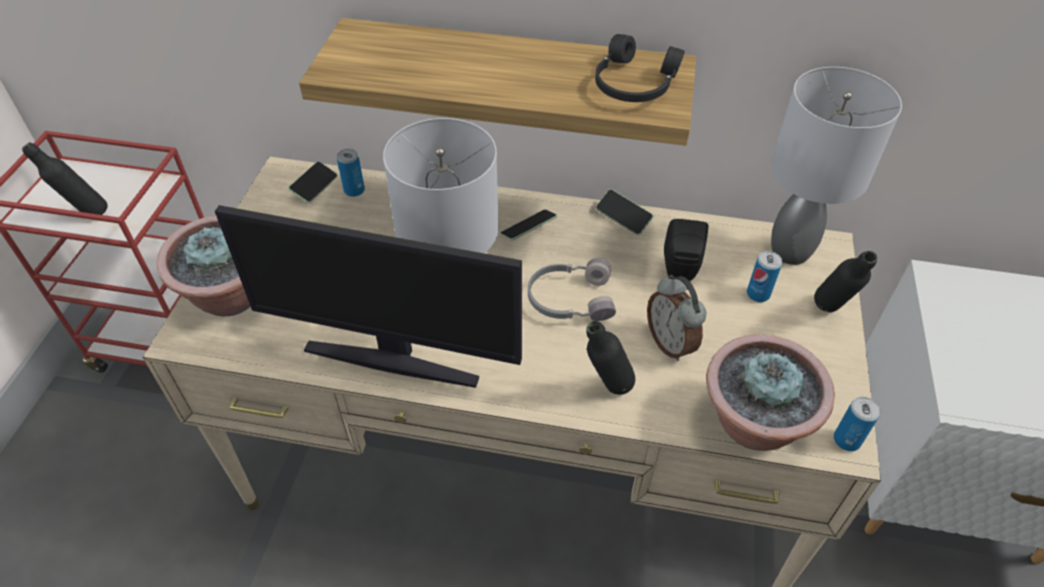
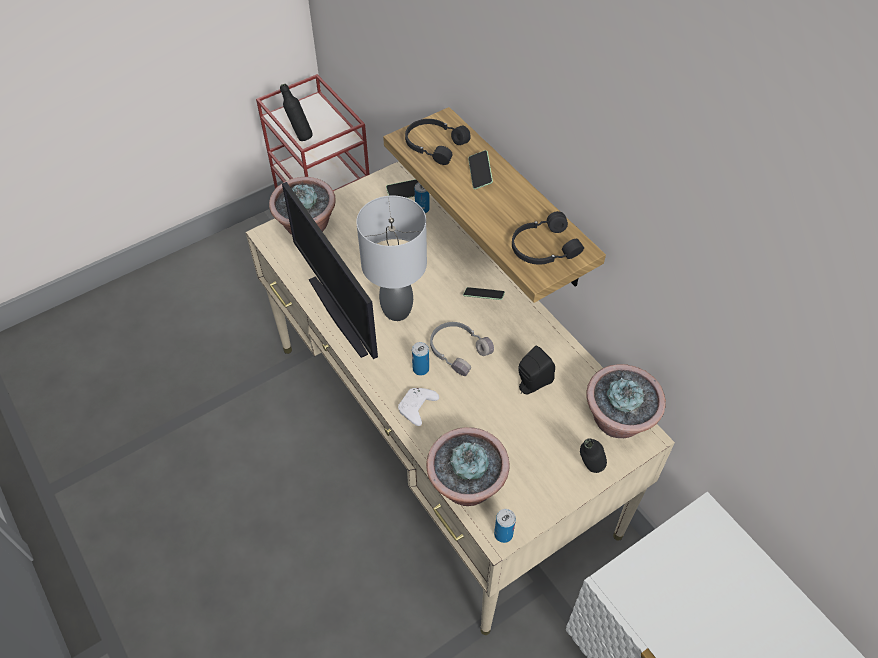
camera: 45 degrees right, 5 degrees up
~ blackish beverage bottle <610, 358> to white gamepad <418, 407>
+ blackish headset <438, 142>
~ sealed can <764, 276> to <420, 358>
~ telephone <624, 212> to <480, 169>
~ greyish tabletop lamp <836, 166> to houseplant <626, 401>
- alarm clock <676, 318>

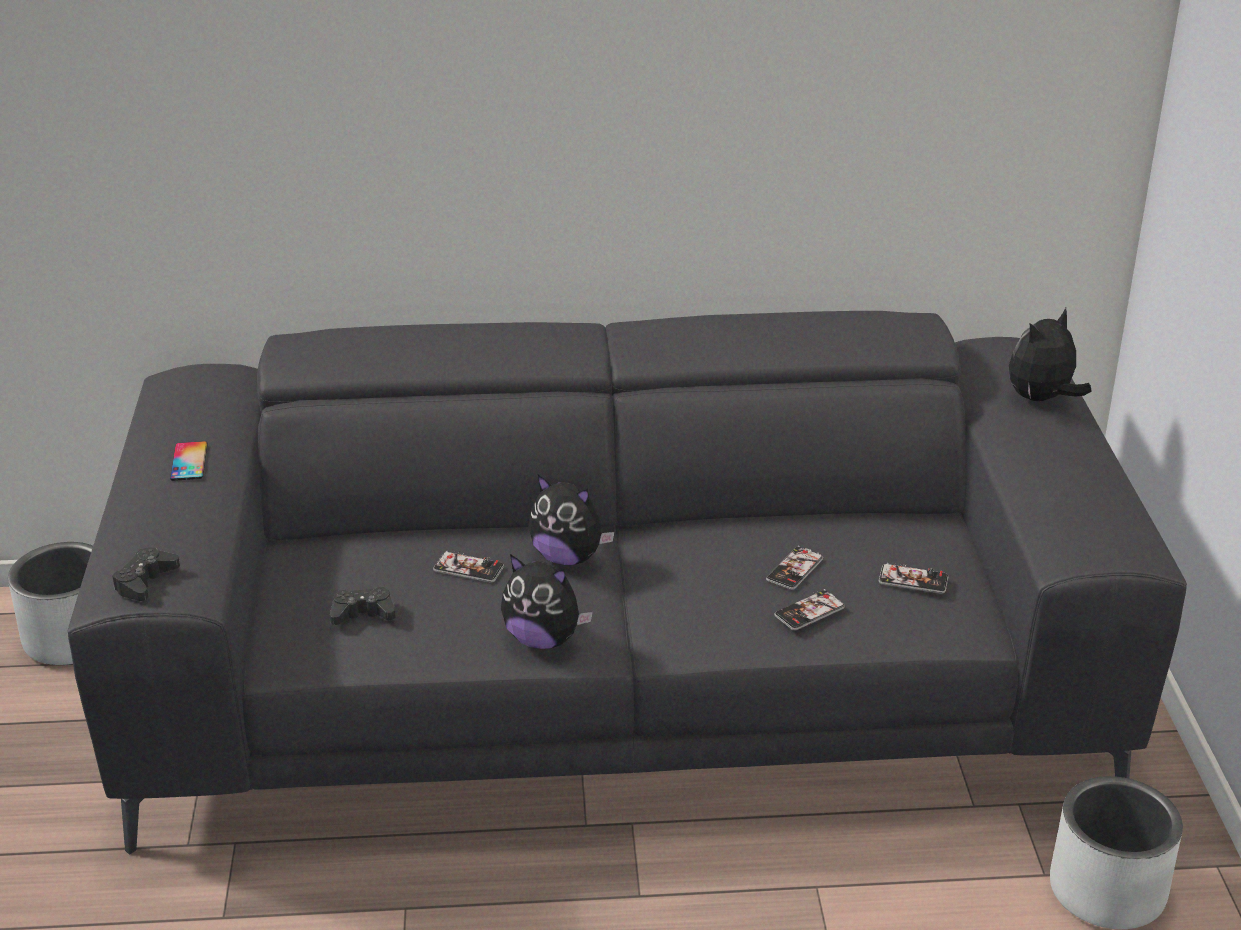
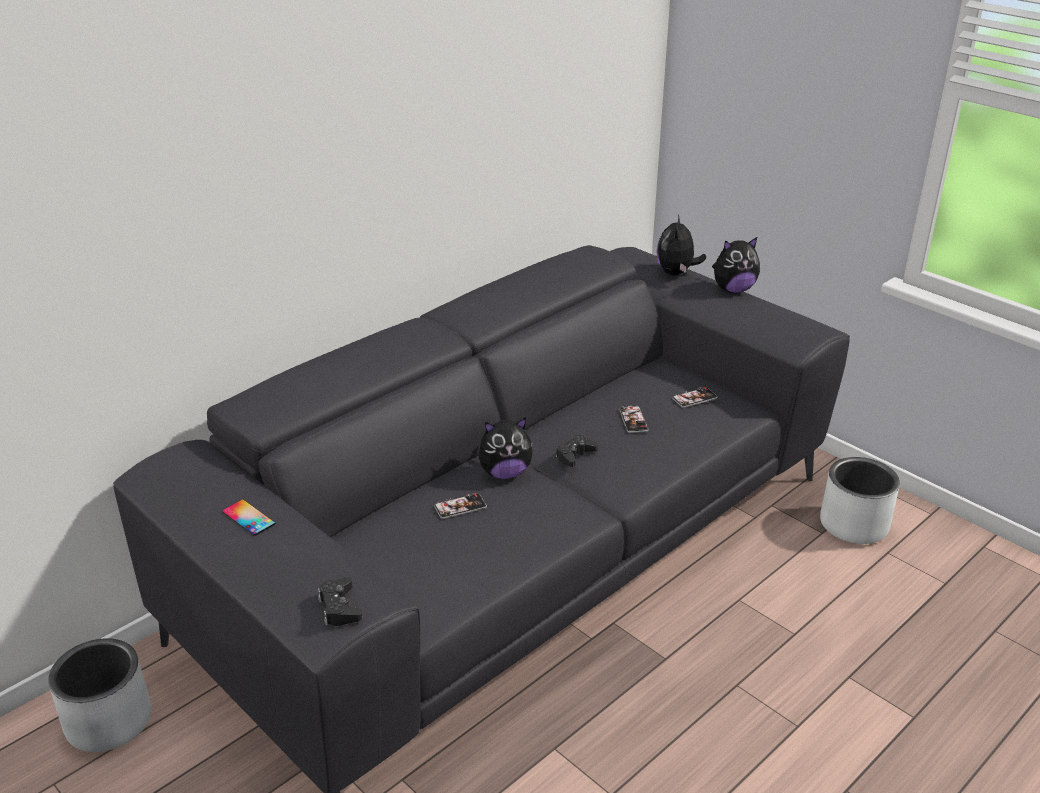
camera: 40 degrees left, 0 degrees up
~ blackish gamepad <363, 606> to <577, 451>
~ soft toy <547, 601> to <736, 264>
- telephone <809, 610>

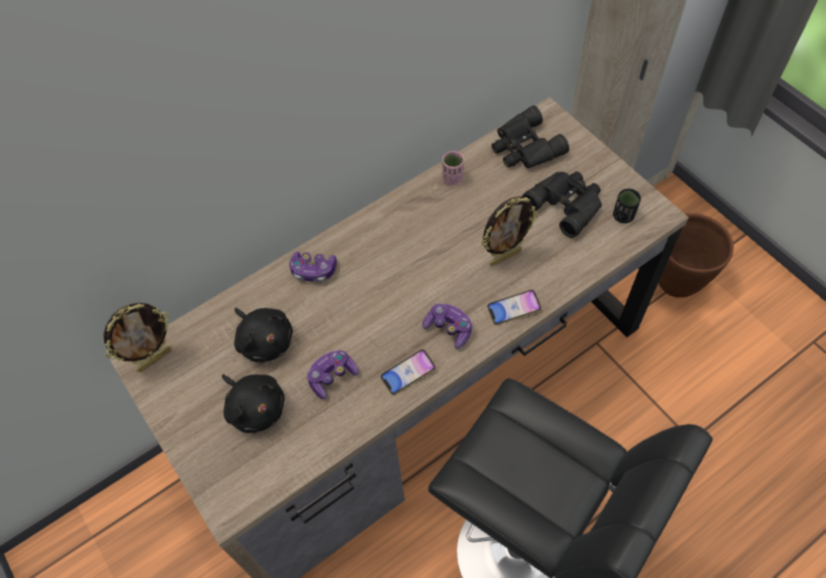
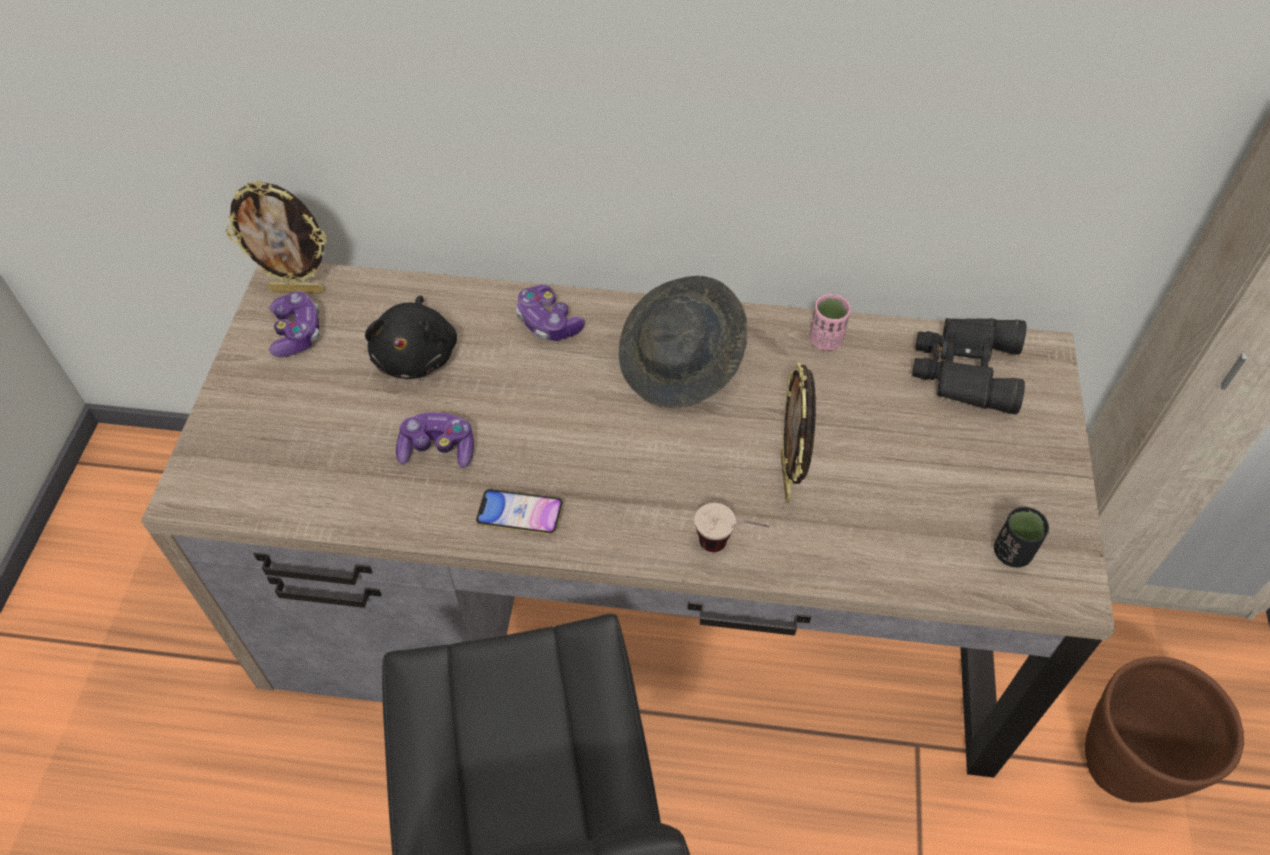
camera: 40 degrees right, 5 degrees down
~ gamepad <447, 326> to <294, 324>
+ greyish wearable hat <683, 342>
~ telephone <514, 307> to drinking cup <731, 527>
~ picture frame <509, 231> = <798, 432> 75 degrees clockwise
- blackish soft toy <253, 403>
- blackish pair of binoculars <562, 204>

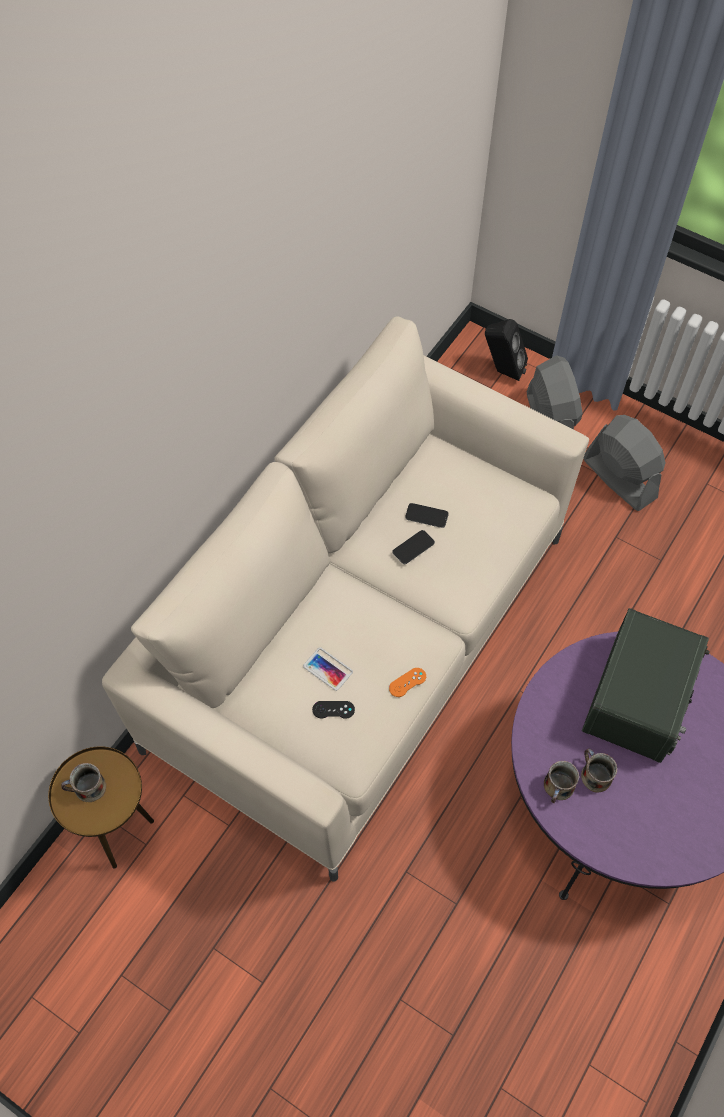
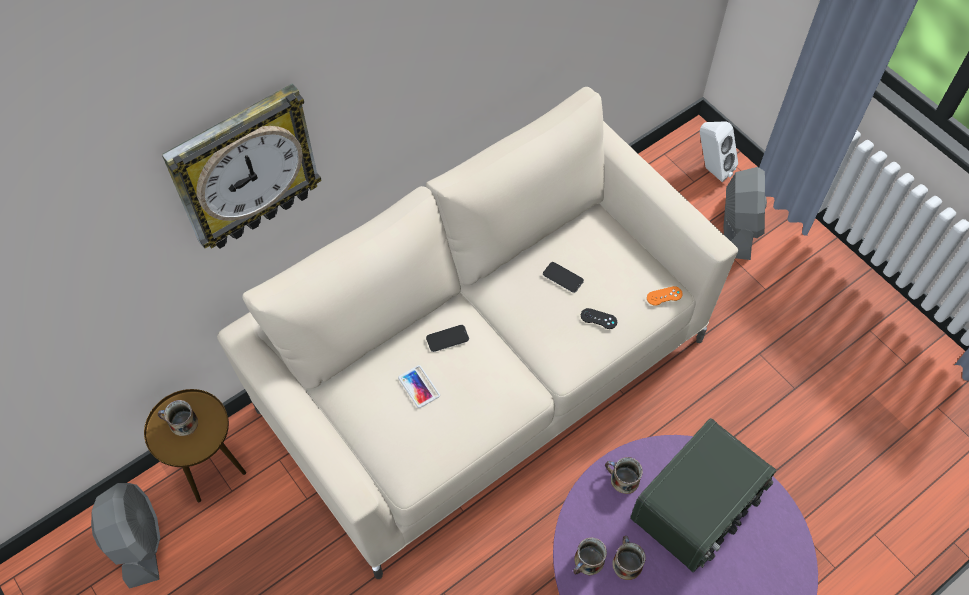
camera: 20 degrees right, 0 degrees up
~ greyish electric fan <624, 463> to <125, 536>
+ hanging clock <242, 166>
~ telephone <413, 547> to <447, 338>
~ blackish gamepad <333, 710> to <599, 318>
+ coffee mug <624, 475>
~ orange-coloured gamepad <407, 682> to <665, 296>
~ blackish loudspeaker <506, 350> to white loudspeaker <719, 152>

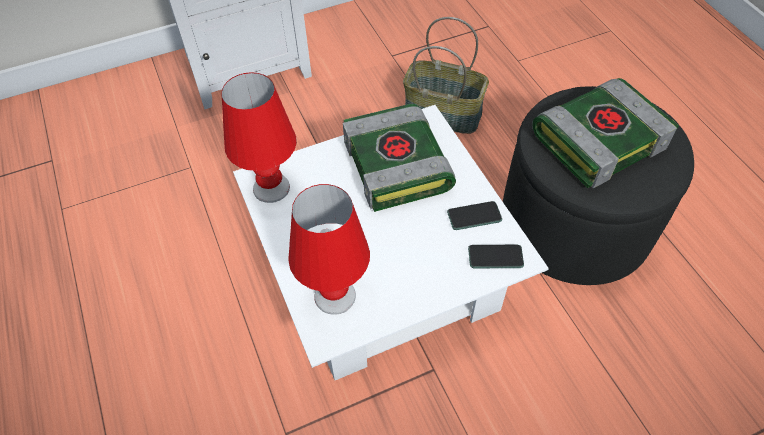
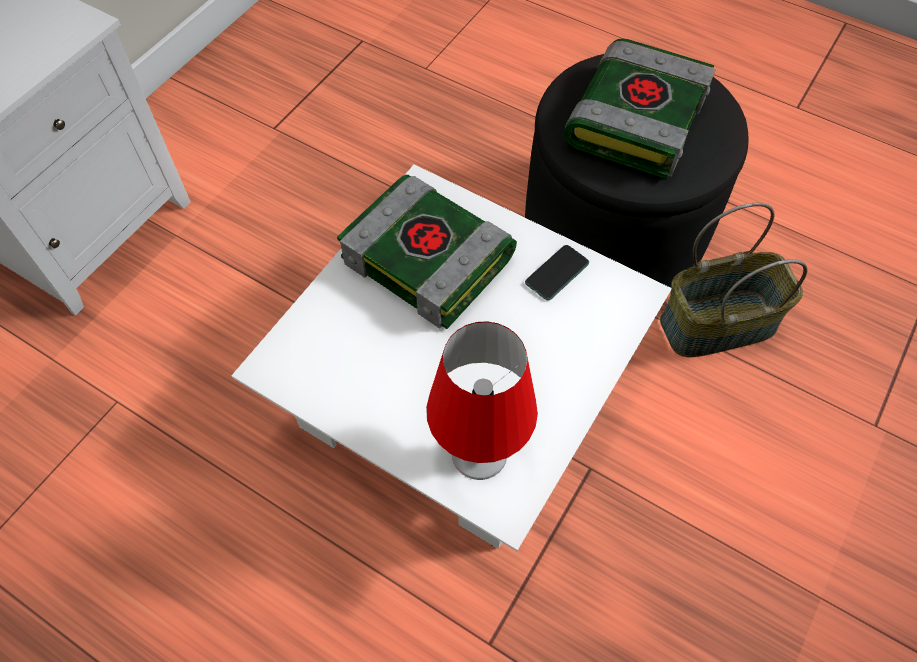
camera: 35 degrees left, 5 degrees up
~ basket <446, 75> to <734, 279>
- red-coloured tabletop lamp <259, 137>
- telephone <496, 256>

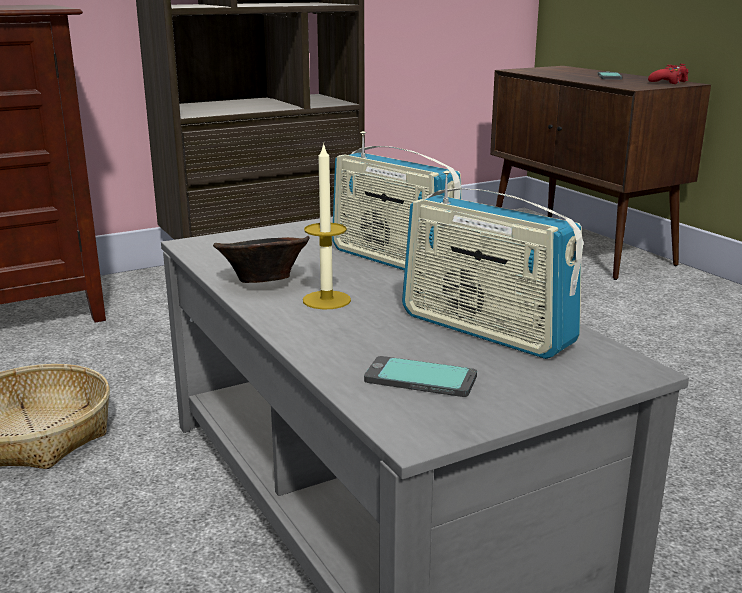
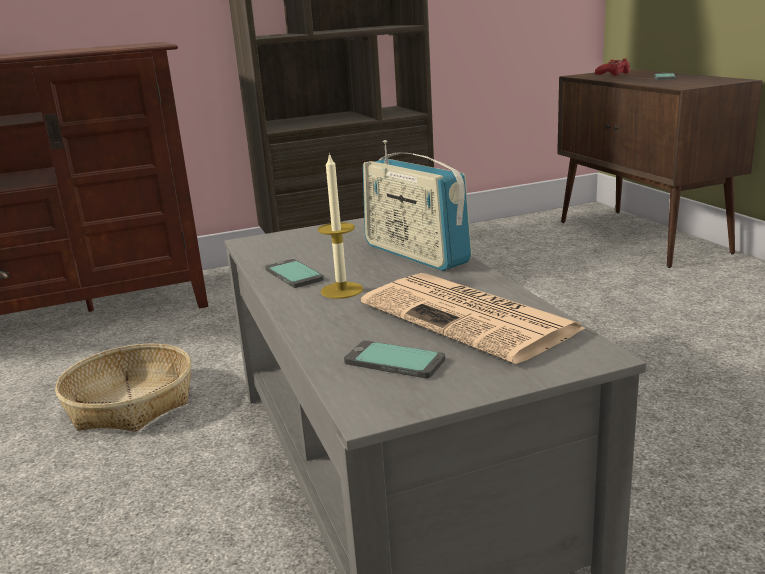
camera: 10 degrees right, 0 degrees up
~ brown deep dish <261, 259> to telephone <294, 273>
~ radio receiver <492, 265> to newspaper <474, 318>
~ red-coloured gamepad <668, 74> to <612, 67>

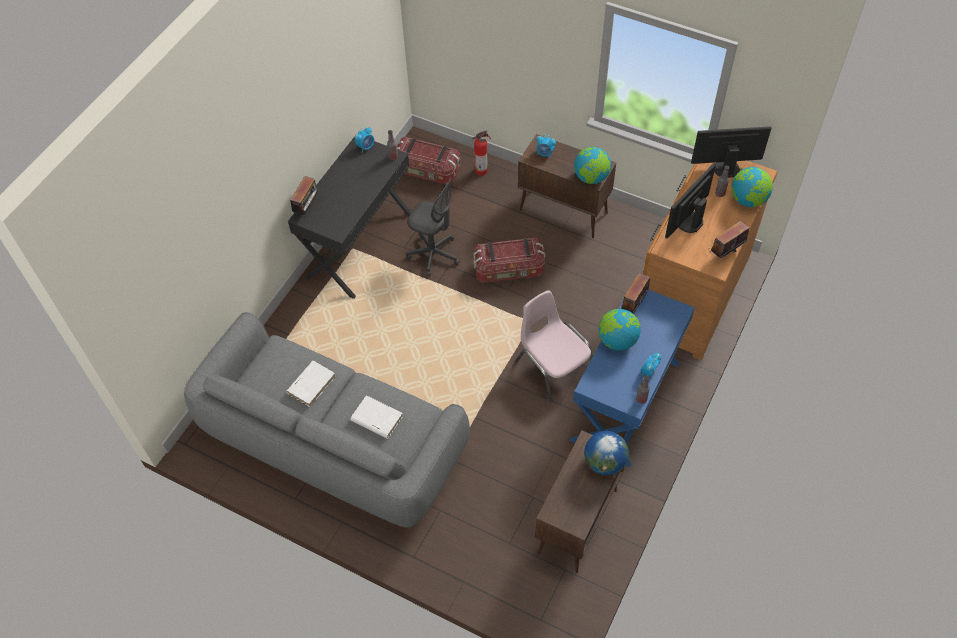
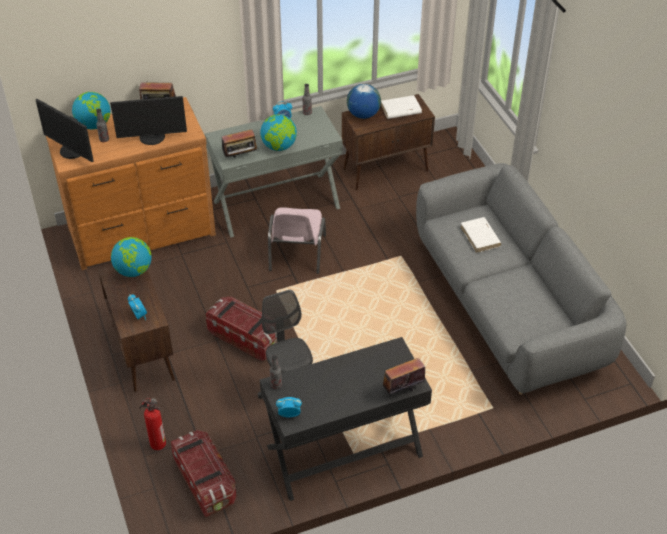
camera: 140 degrees left, 10 degrees down
~ blue-coloured desk <632, 378> to greyish desk <274, 171>
~ white book <311, 384> to <401, 107>

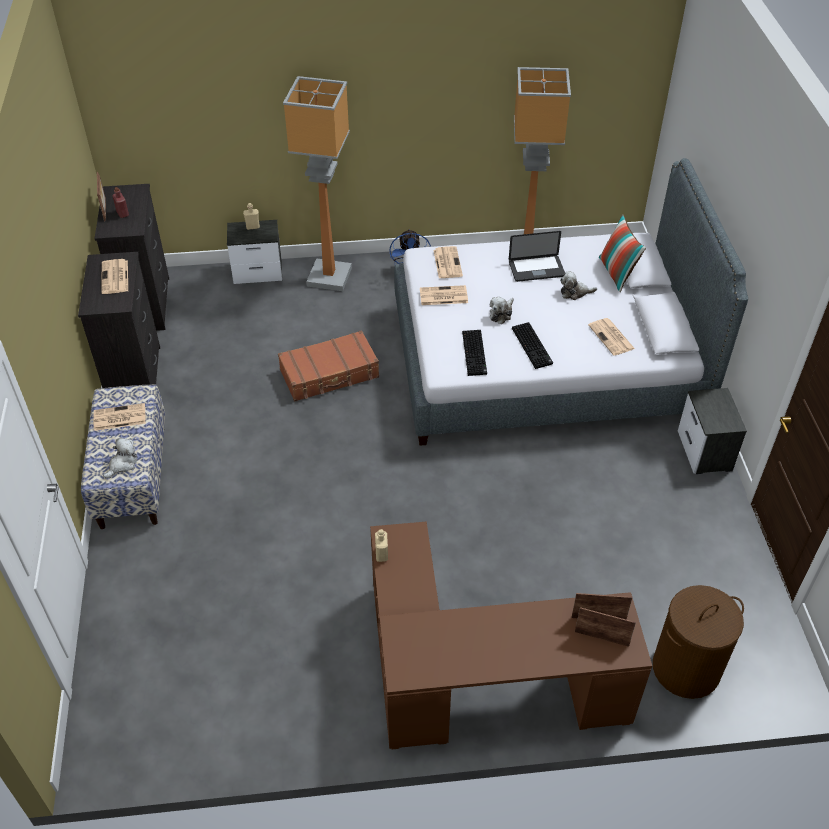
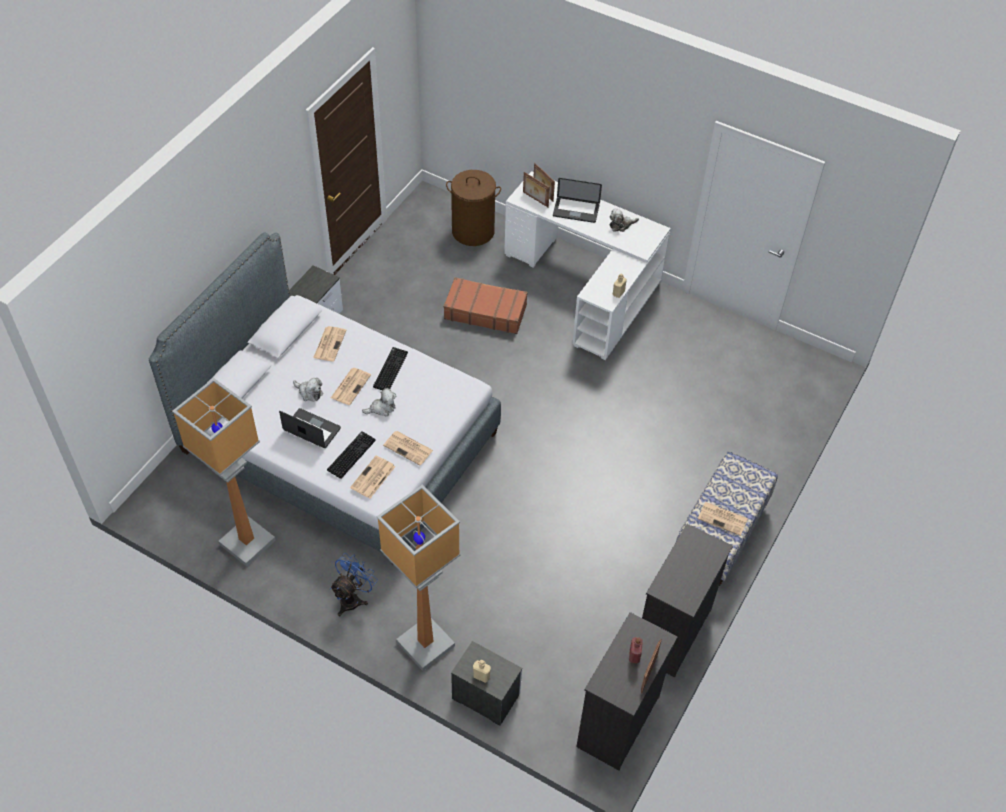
camera: 145 degrees left, 5 degrees up
~ keyboard <474, 353> to <351, 455>
~ newspaper <115, 276> to <351, 386>
~ brown travel case <328, 366> to <486, 305>
~ brown desk <511, 635> to white desk <587, 265>
+ laptop <577, 200>
~ soft toy <120, 458> to <624, 220>
- throw pillow <622, 253>

